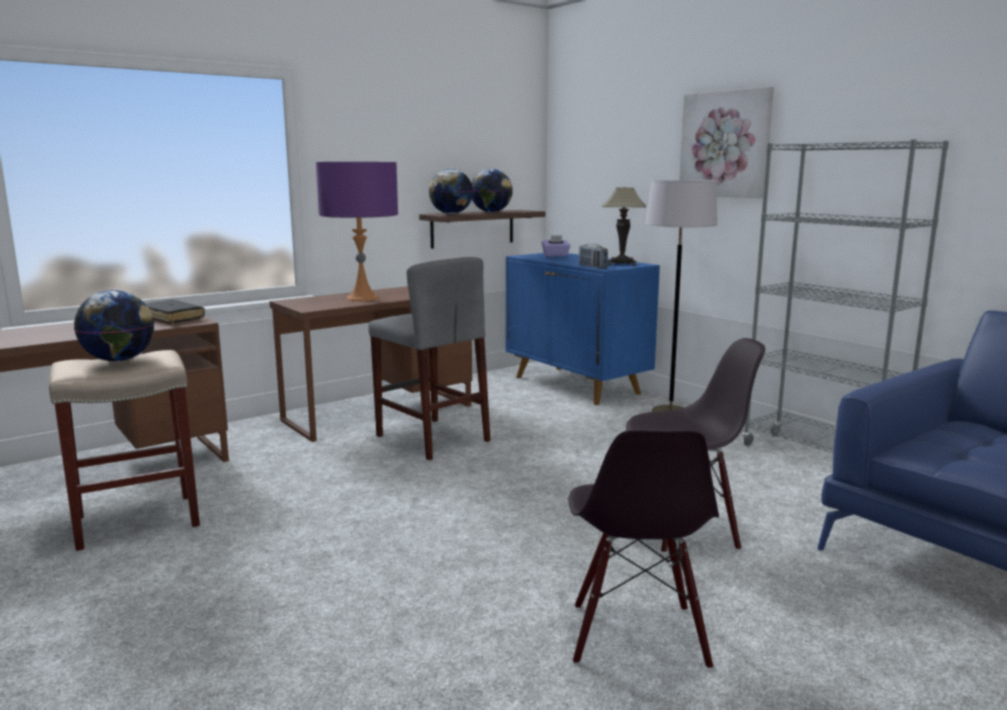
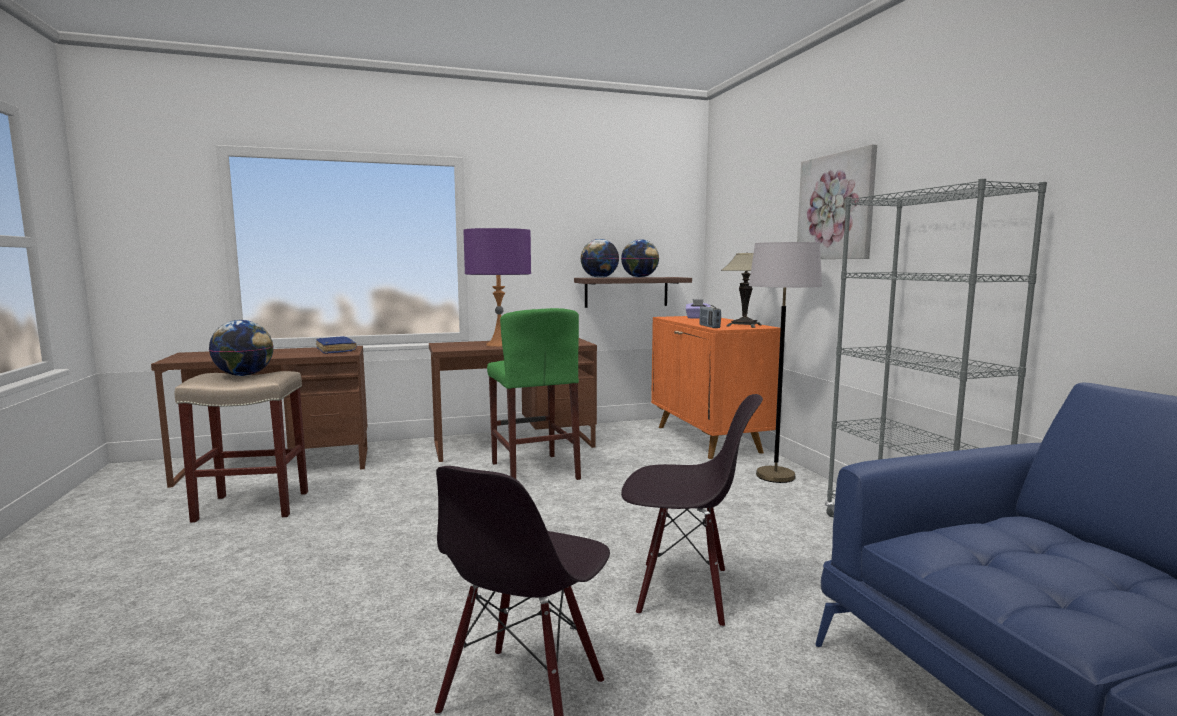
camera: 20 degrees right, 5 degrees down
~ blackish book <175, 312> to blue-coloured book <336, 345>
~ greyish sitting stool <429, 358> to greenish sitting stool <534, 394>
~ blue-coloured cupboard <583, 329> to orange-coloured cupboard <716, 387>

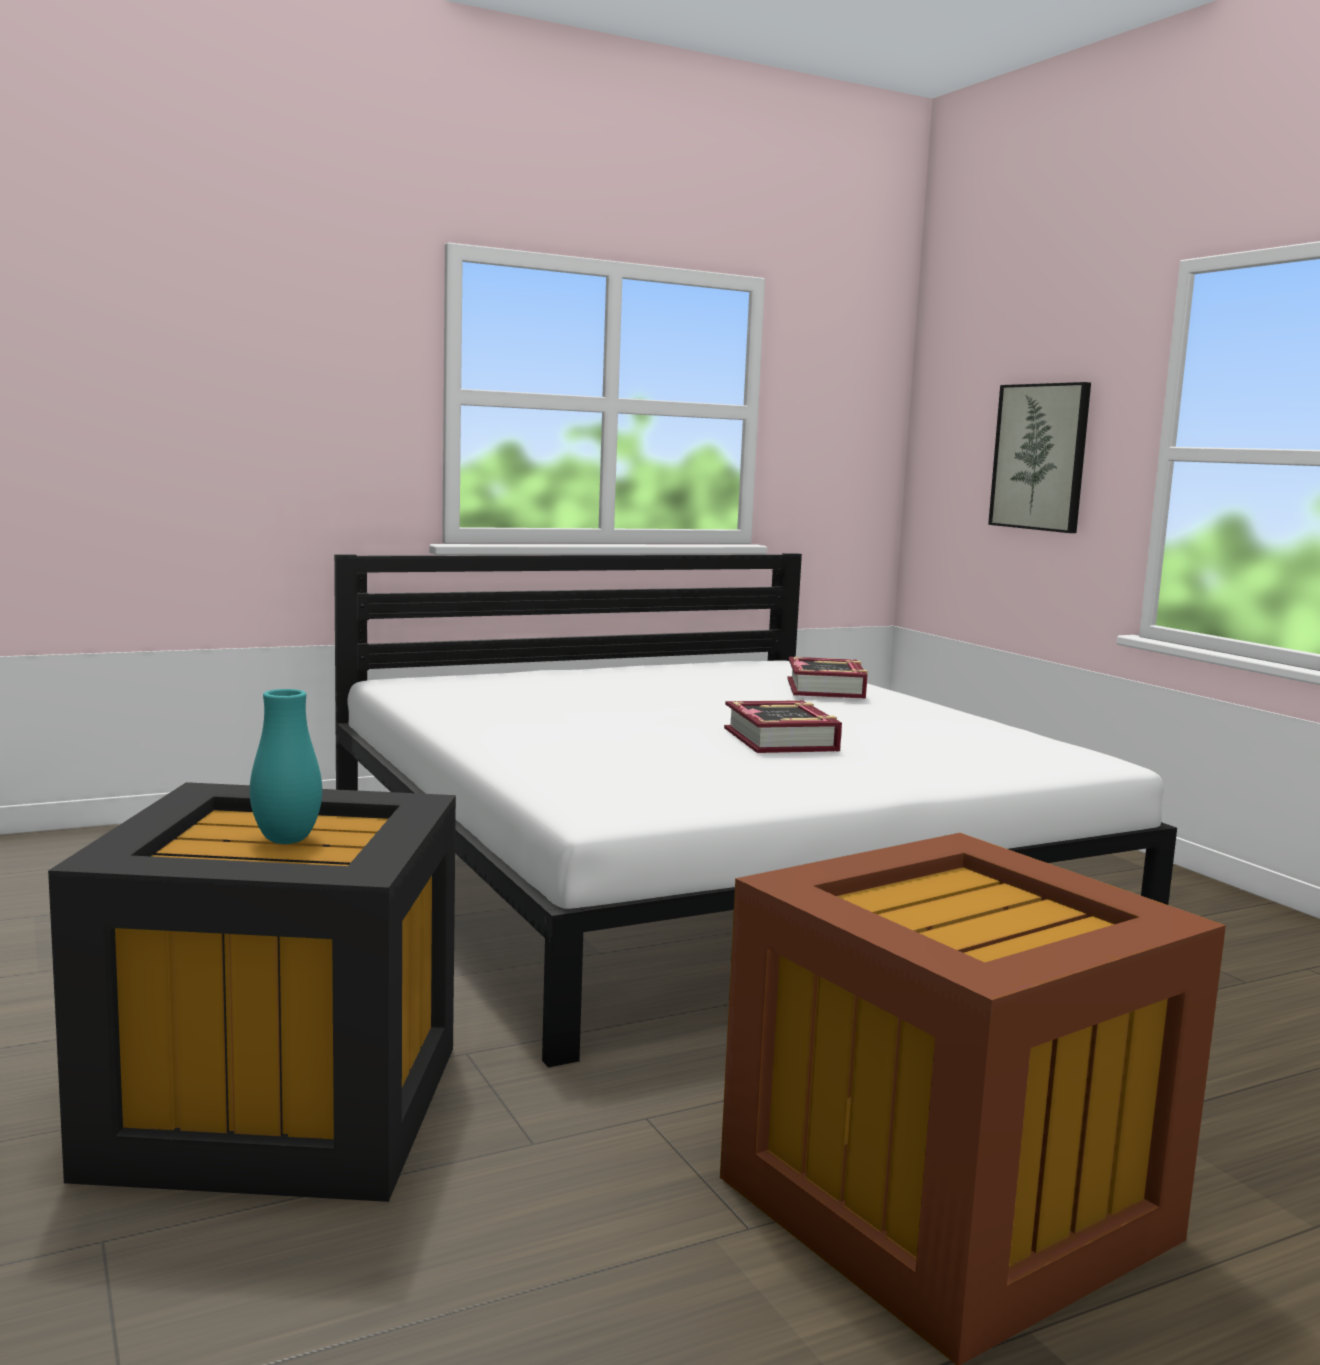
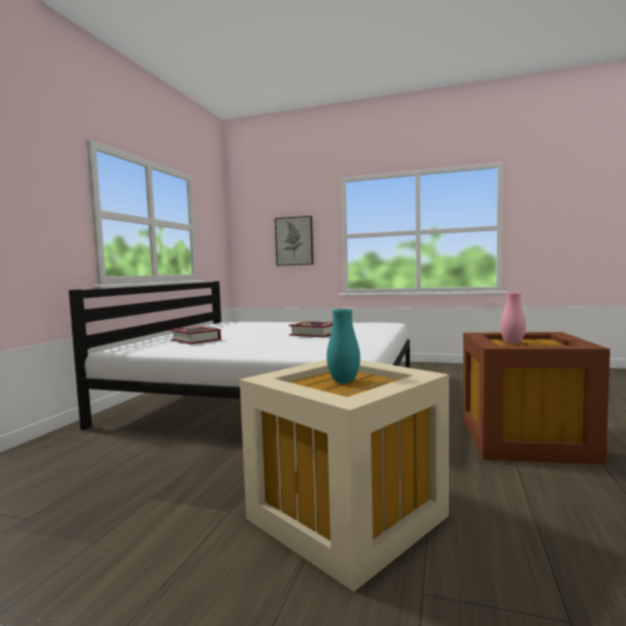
camera: 45 degrees left, 5 degrees down
~ book <828, 678> to <195, 335>
~ blackish storage bin <252, 992> to beige storage bin <344, 475>
+ pinkish vase <513, 318>

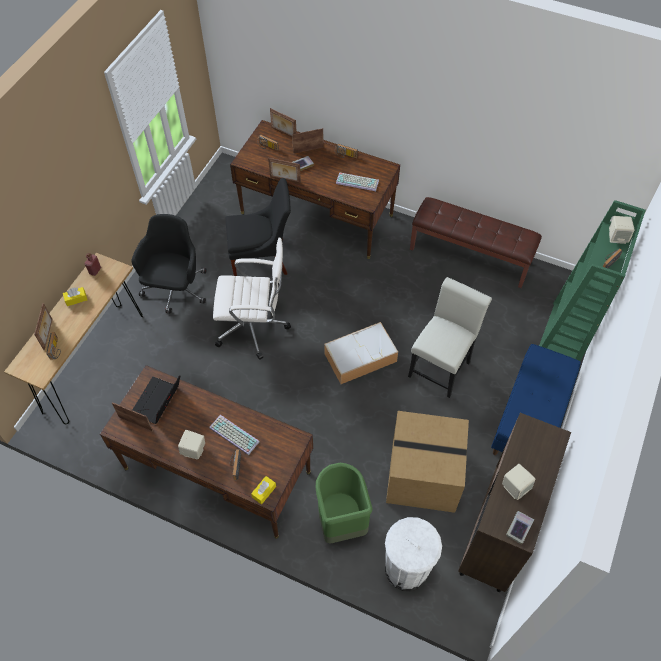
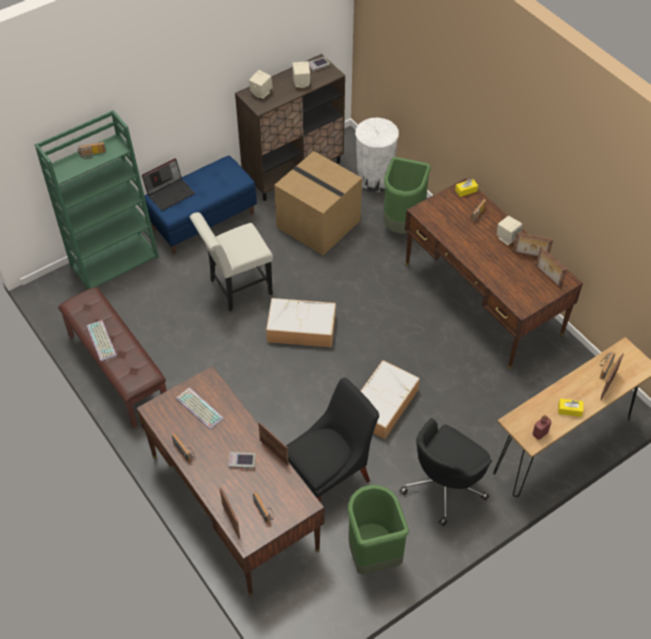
camera: 150 degrees left, 5 degrees down
~ keyboard <234, 435> to <102, 340>
~ laptop <156, 399> to <168, 184>
~ beige loudspeaker <622, 230> to <261, 84>
~ blackish upright chair <258, 227> = <332, 440> 120 degrees clockwise
+ greenish trash can <378, 529>
~ white office chair <252, 299> to storage bin <390, 399>
~ picture frame <308, 141> to <532, 244>

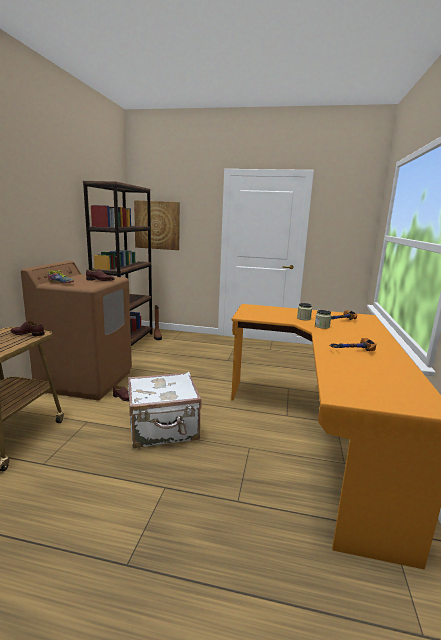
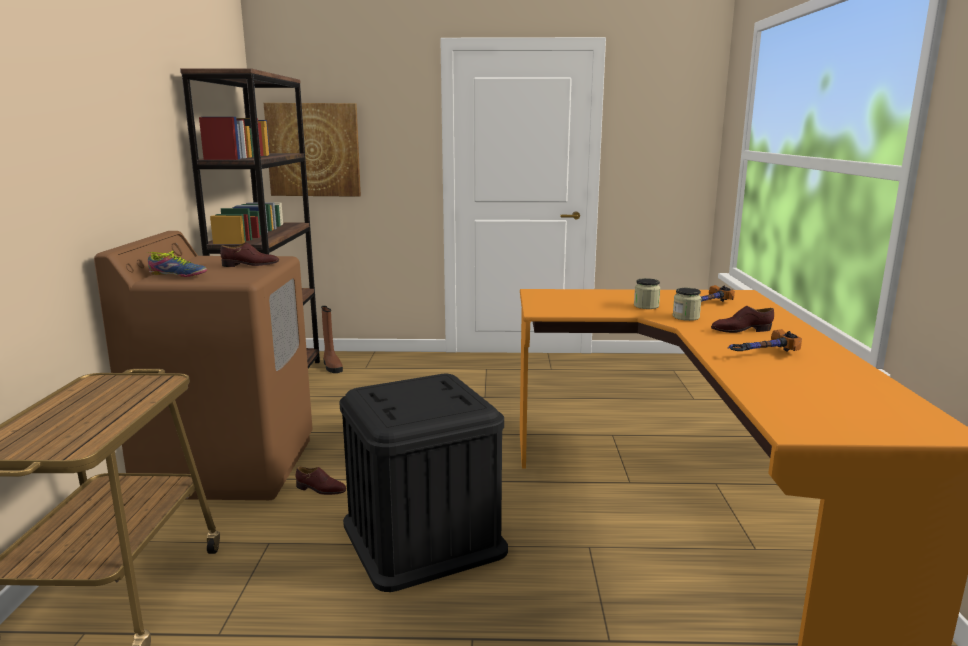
camera: 10 degrees left, 0 degrees up
~ white travel case <165, 410> to blackish storage bin <423, 483>
~ brown item of footwear <27, 328> to <742, 319>

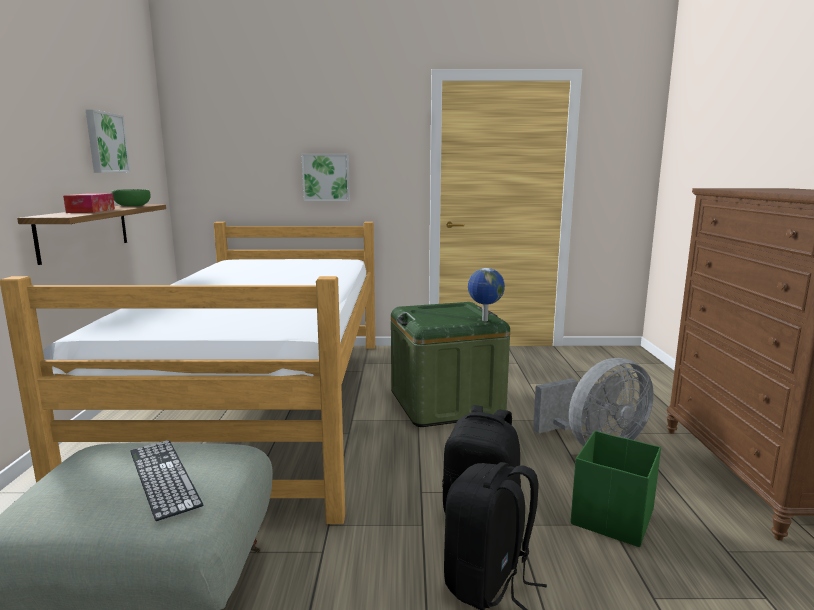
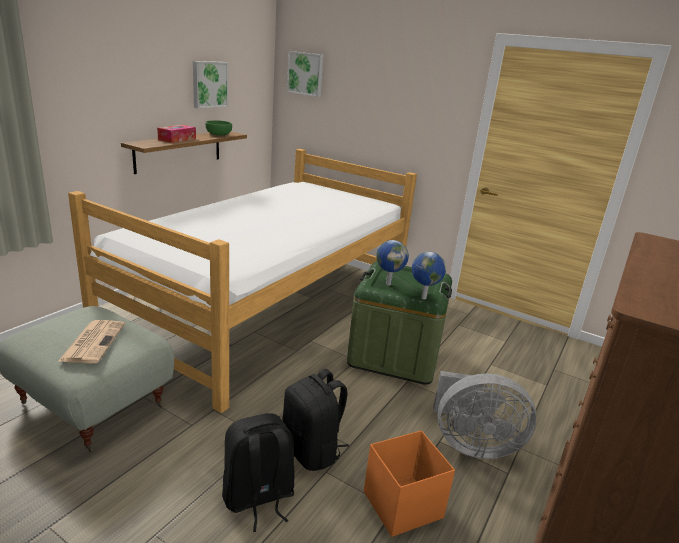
camera: 30 degrees right, 10 degrees up
~ keyboard <167, 480> to newspaper <91, 341>
~ wall picture <325, 177> to <305, 74>
~ greenish storage bin <616, 489> to orange-coloured storage bin <409, 483>
+ globe <392, 262>

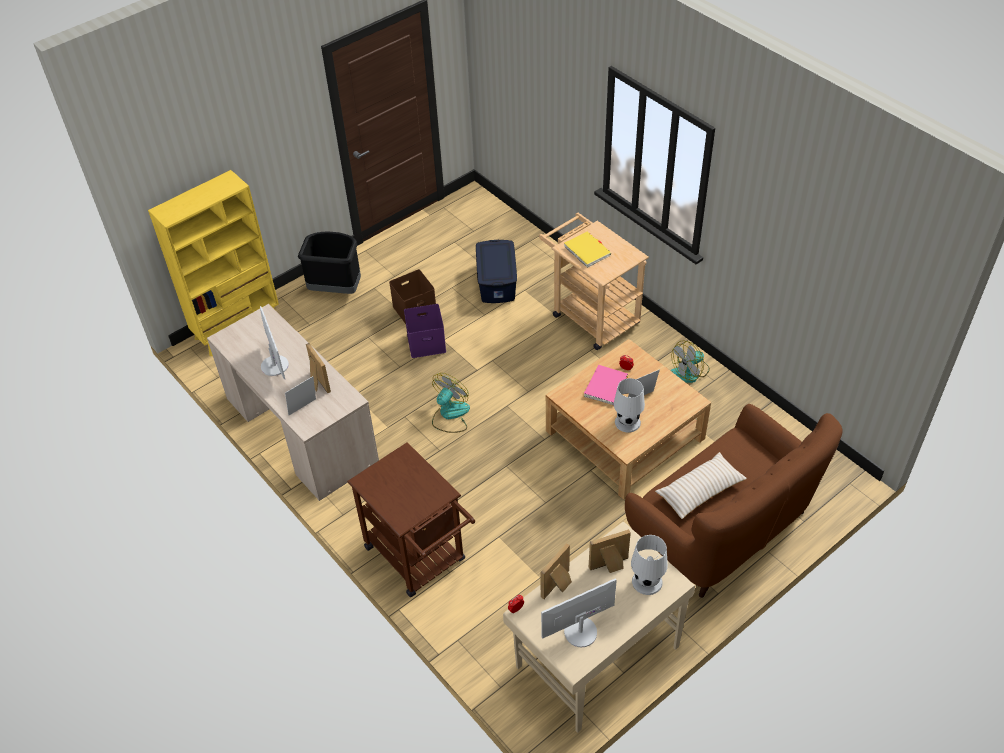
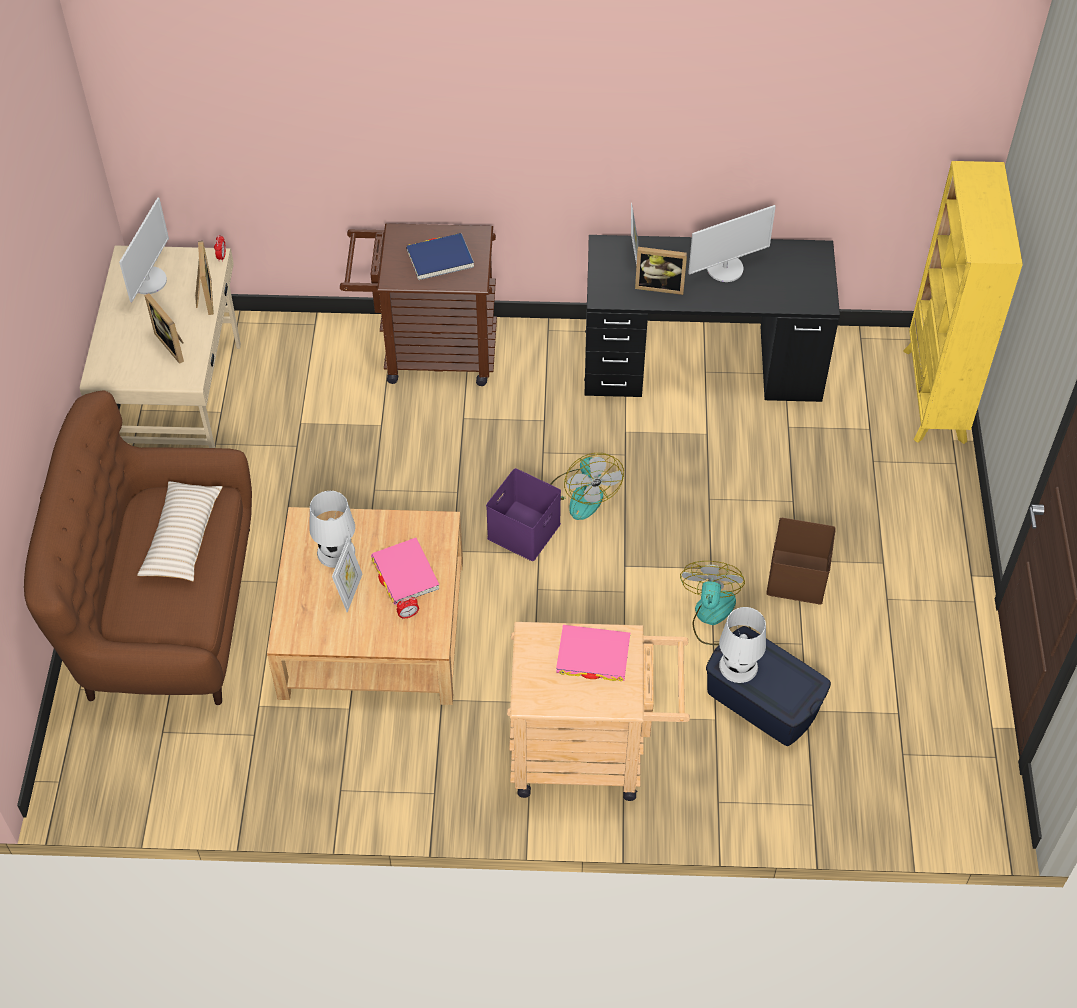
camera: 130 degrees right, 5 degrees up
~ picture frame <610, 551> = <164, 329> 120 degrees clockwise
+ blue-coloured book <440, 256>
~ purple storage bin <425, 331> to <523, 514>
~ yellow book <587, 250> to pinkish book <593, 653>
~ beige desk <293, 402> to blackish desk <712, 318>
~ electric fan <690, 362> to <715, 603>
~ monitor <274, 342> = <732, 243> 45 degrees counterclockwise
~ white tabletop lamp <649, 565> to <742, 645>
- blackish trash can <329, 262>

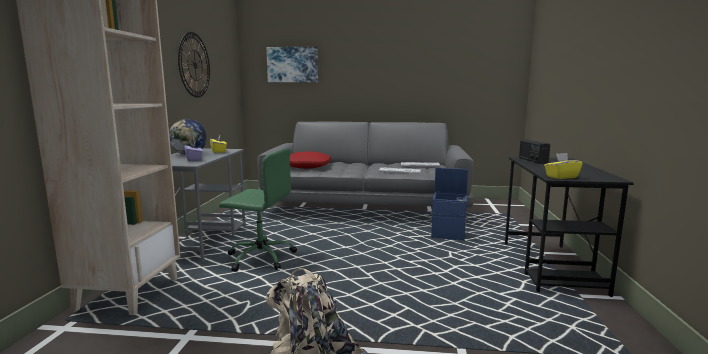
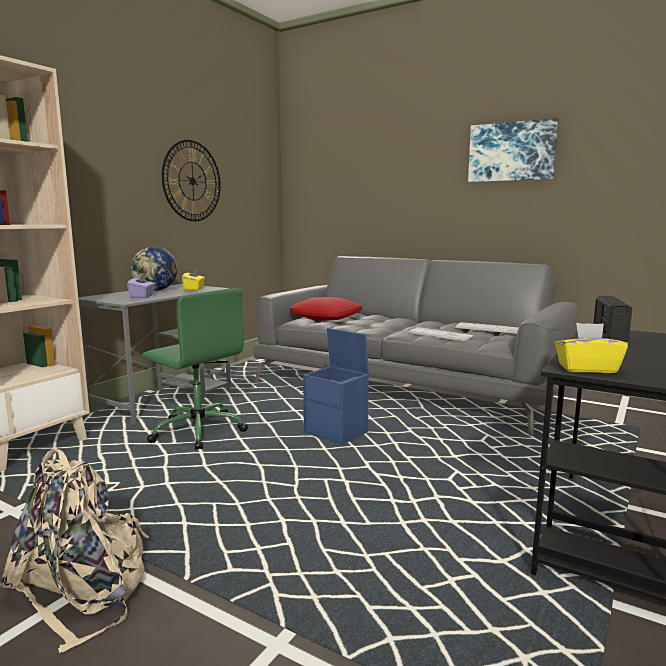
camera: 25 degrees right, 0 degrees up
~ blue-coloured storage bin <449, 204> to <336, 386>
~ wall picture <292, 64> to <513, 150>

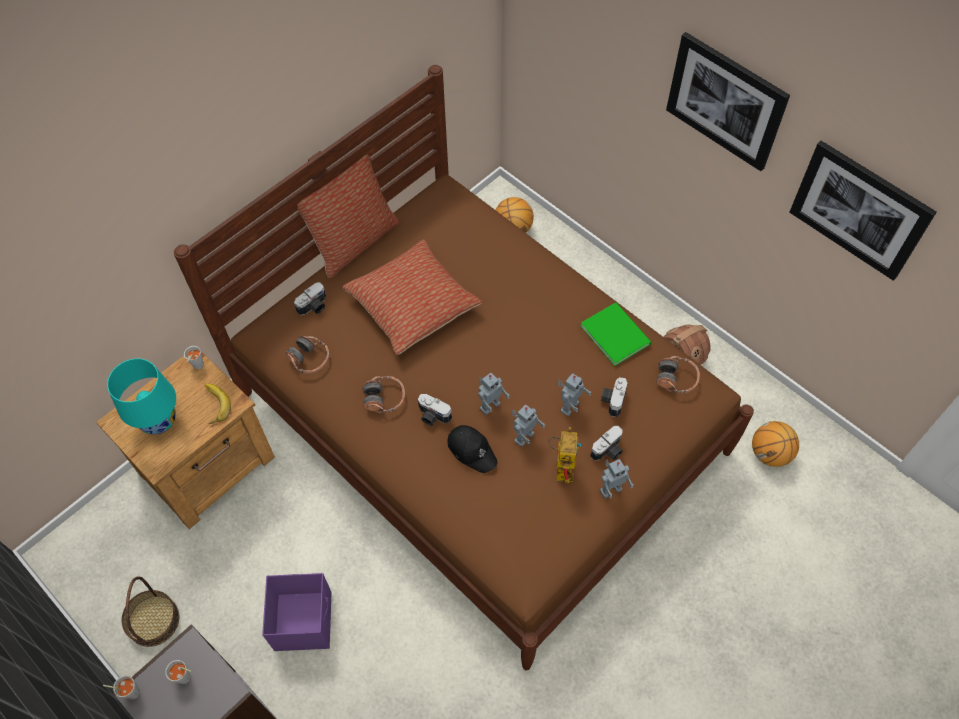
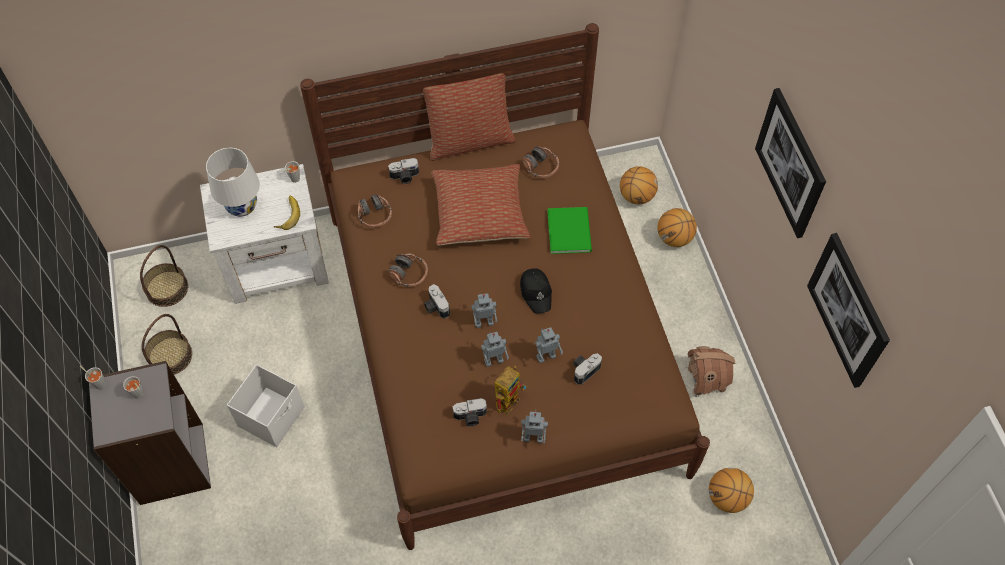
camera: 30 degrees right, 0 degrees up
+ basket <164, 276>
~ brown night table <185, 440> to white night table <264, 234>
~ turquoise-coloured tabletop lamp <141, 396> to white tabletop lamp <233, 182>
~ purple storage bin <297, 612> to white storage bin <265, 405>
~ still camera <606, 443> to <470, 412>
~ blackish cap <472, 449> to <536, 291>
~ headset <678, 374> to <540, 162>
~ greenish book <616, 334> to <569, 230>
+ basketball ball <677, 227>

